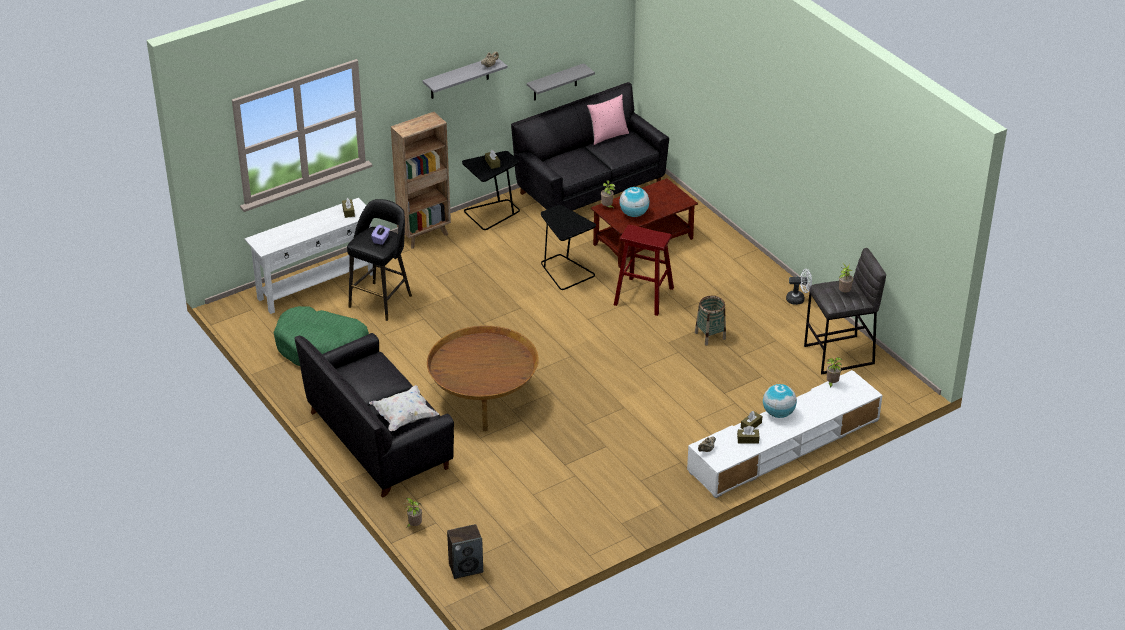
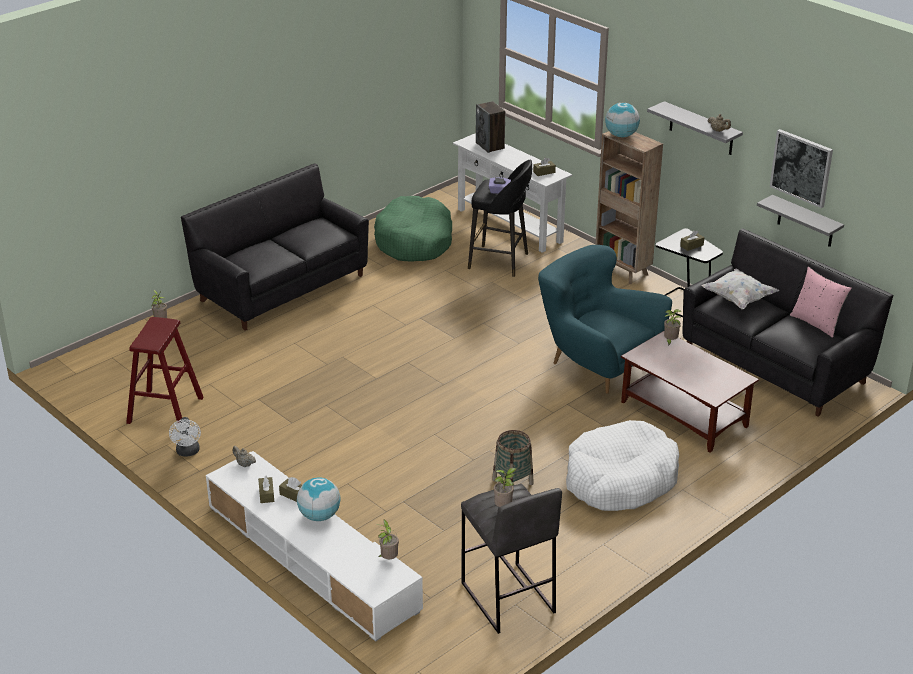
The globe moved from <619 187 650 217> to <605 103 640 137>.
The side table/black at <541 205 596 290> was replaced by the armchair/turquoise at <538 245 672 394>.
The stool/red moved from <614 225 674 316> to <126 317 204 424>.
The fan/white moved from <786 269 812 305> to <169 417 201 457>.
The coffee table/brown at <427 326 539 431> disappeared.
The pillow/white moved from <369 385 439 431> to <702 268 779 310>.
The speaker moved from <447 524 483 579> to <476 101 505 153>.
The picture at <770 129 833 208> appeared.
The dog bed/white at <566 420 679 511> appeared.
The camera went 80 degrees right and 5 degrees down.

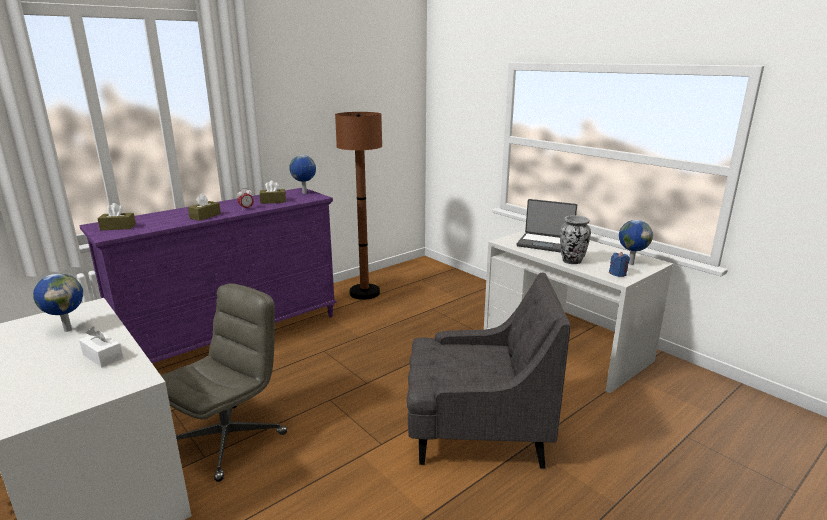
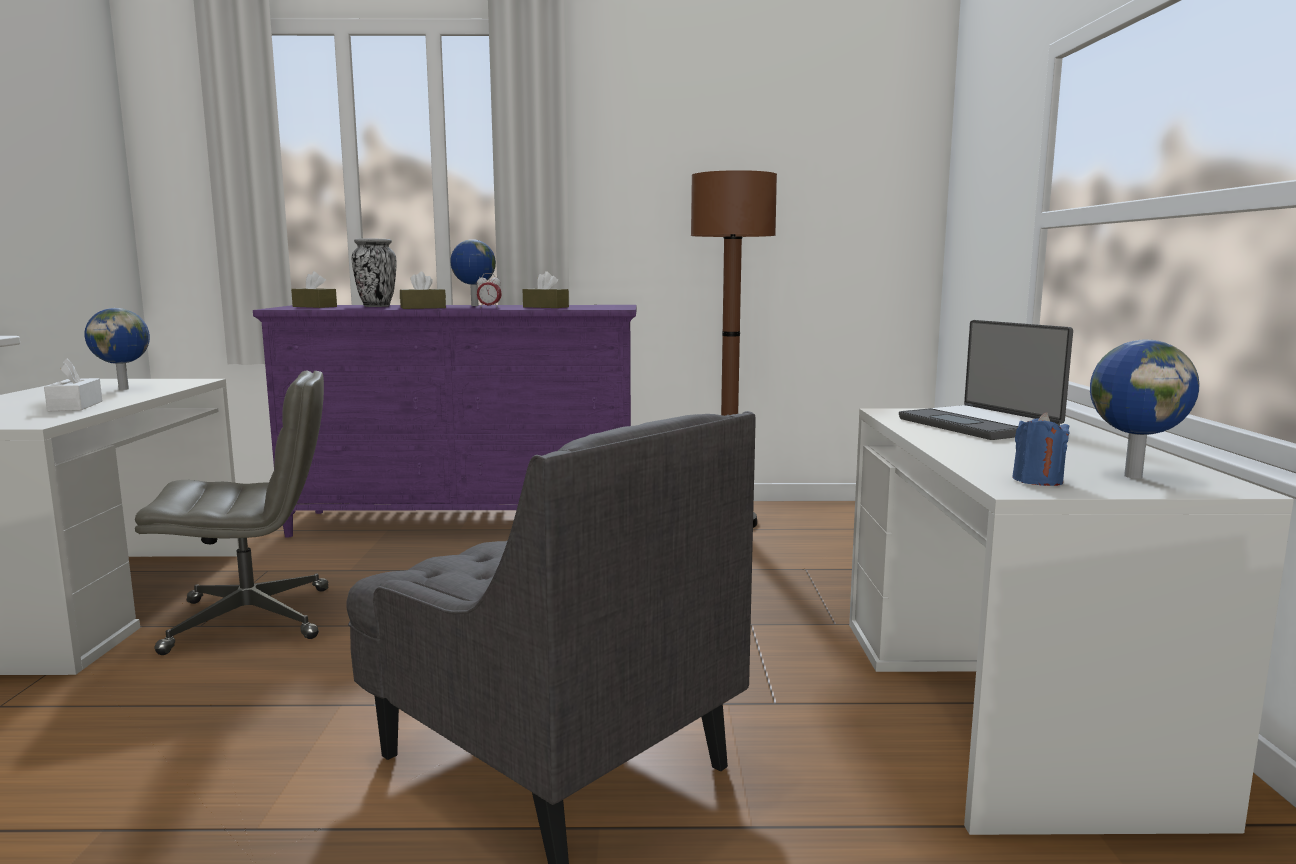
The globe moved from <289 155 316 194> to <451 239 496 306>.
The vase moved from <560 215 591 264> to <352 239 397 307>.
The camera went 40 degrees right and 10 degrees down.

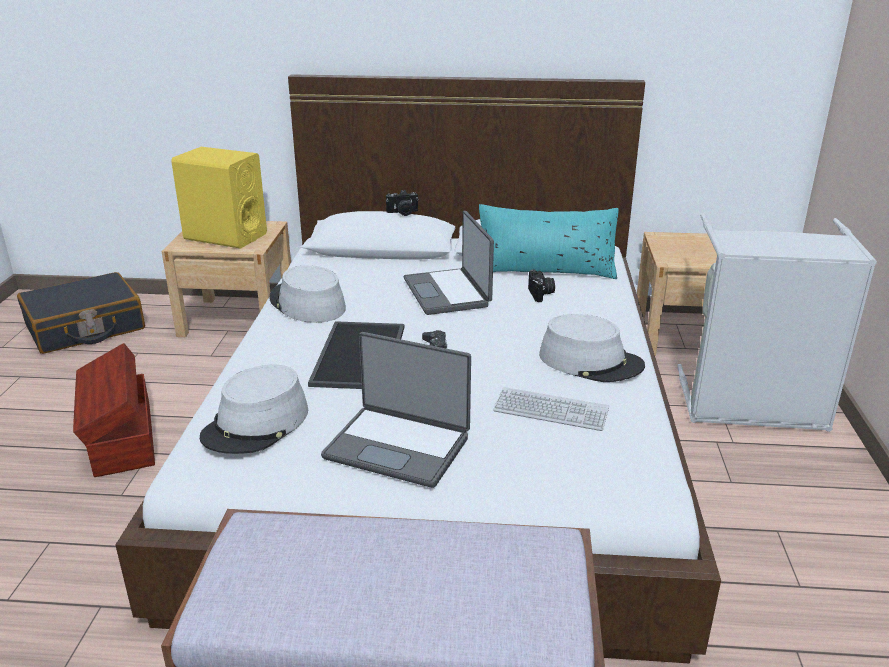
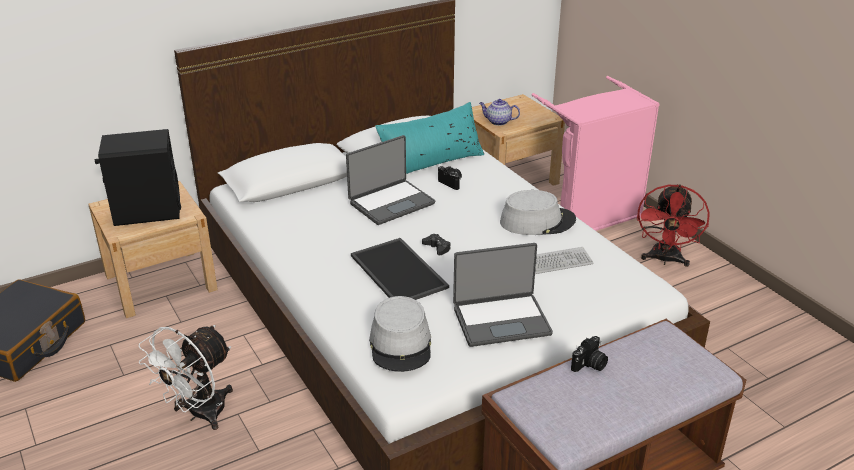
The speaker/yellow at <171 147 267 249> became the speaker/black at <95 129 181 226>.
The photo camera moved from <386 190 419 216> to <571 336 608 372>.
The laptop at <404 211 494 315> turned 75 degrees counterclockwise.
The laundry basket/grey at <677 213 877 432> became the laundry basket/pink at <532 76 659 231>.
The hat/grey at <269 265 346 323> disappeared.
The storage box/brown at <73 343 155 477> was replaced by the fan/white at <139 325 233 430>.
The teapot at <479 99 520 126> appeared.
The fan/red at <637 184 710 267> appeared.
The camera went 35 degrees left and 5 degrees up.

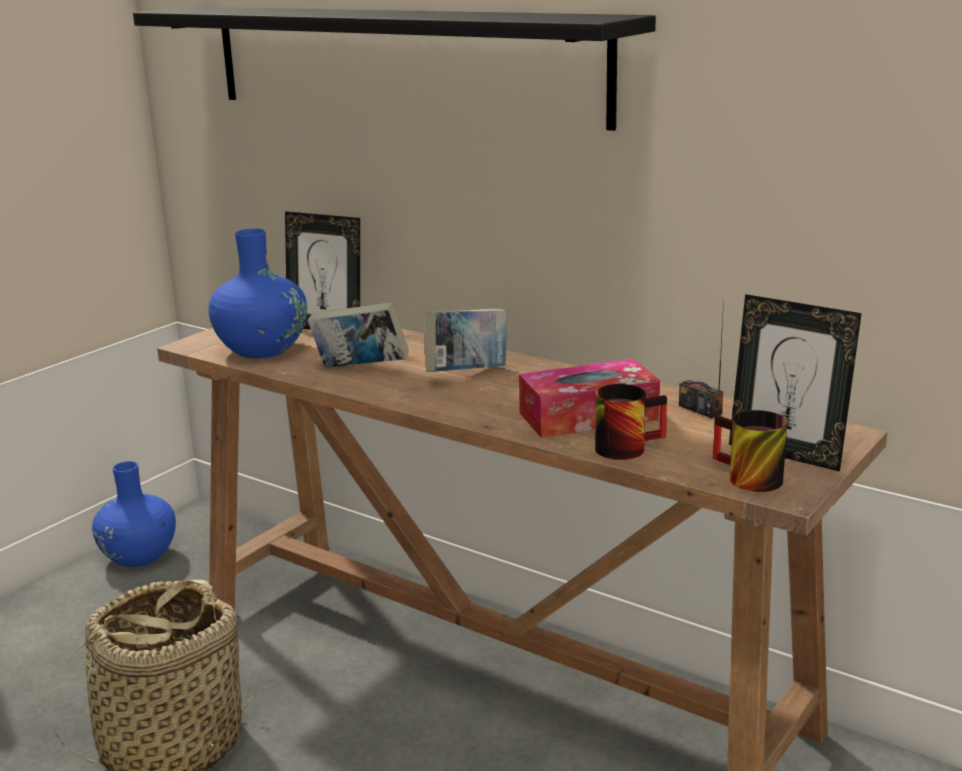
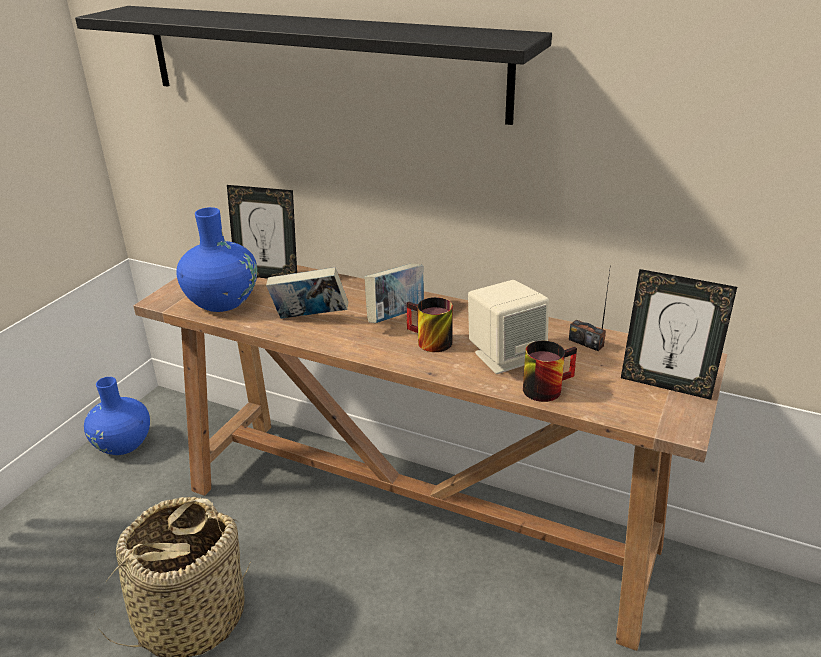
The tissue box at <519 359 660 438> was replaced by the speaker/beige at <468 280 549 374>.
The mug moved from <712 410 787 492> to <407 297 453 352>.
The camera went 10 degrees left and 10 degrees up.

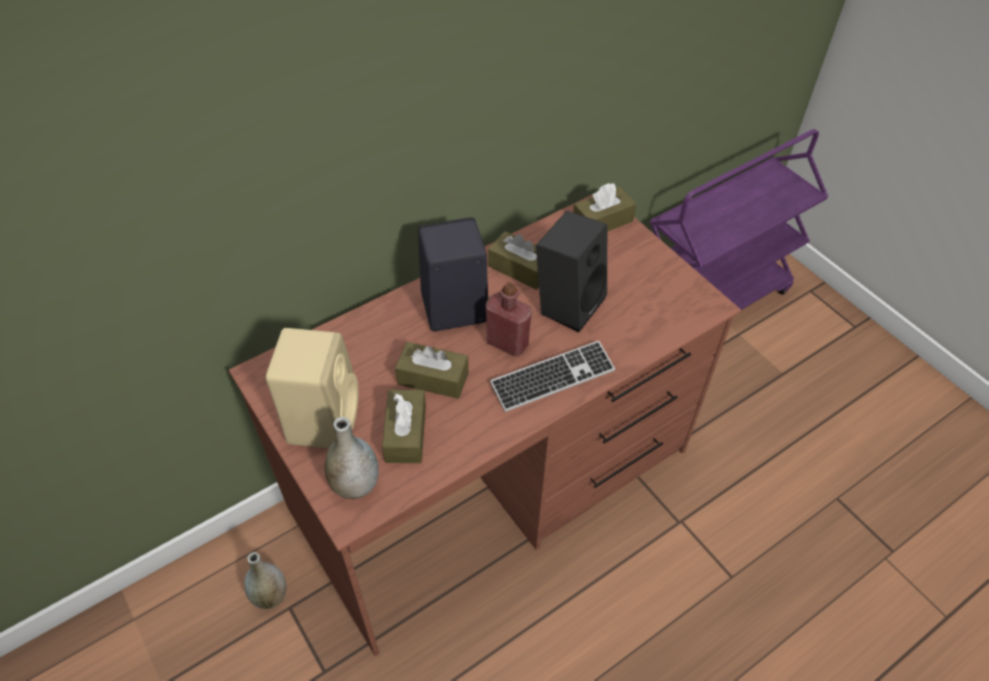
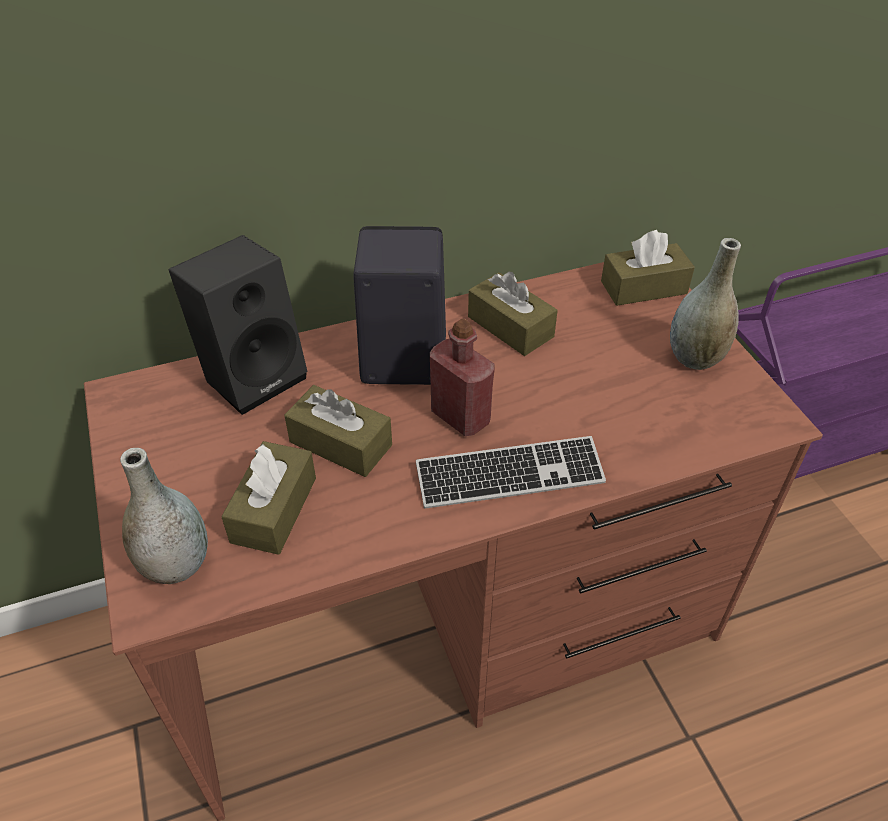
The speaker/black moved from <536 211 607 333> to <169 235 308 415>.
The speaker/beige at <266 328 359 448> disappeared.
The vase/grey moved from <244 552 287 609> to <670 238 741 370>.
The camera went 15 degrees right and 5 degrees down.

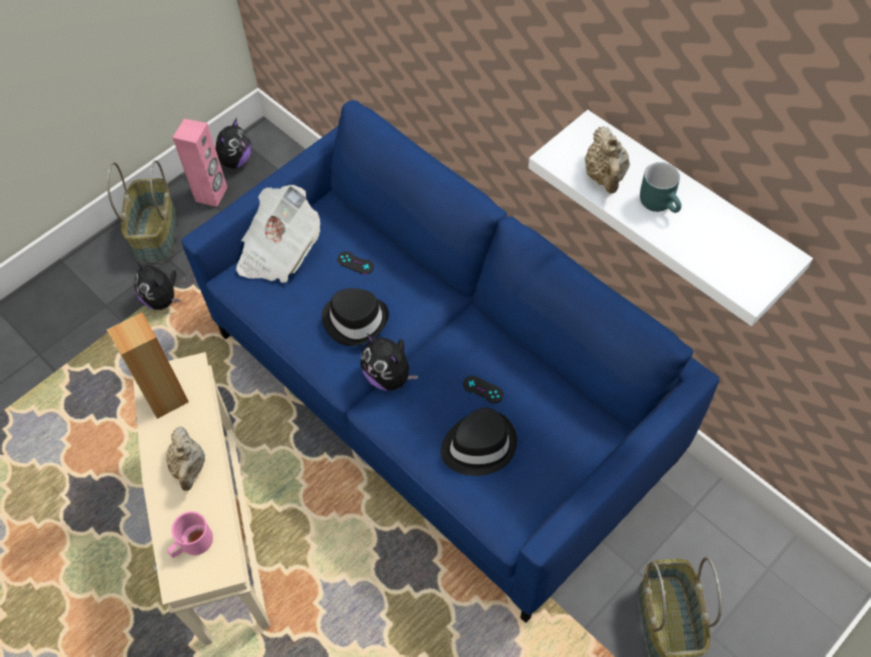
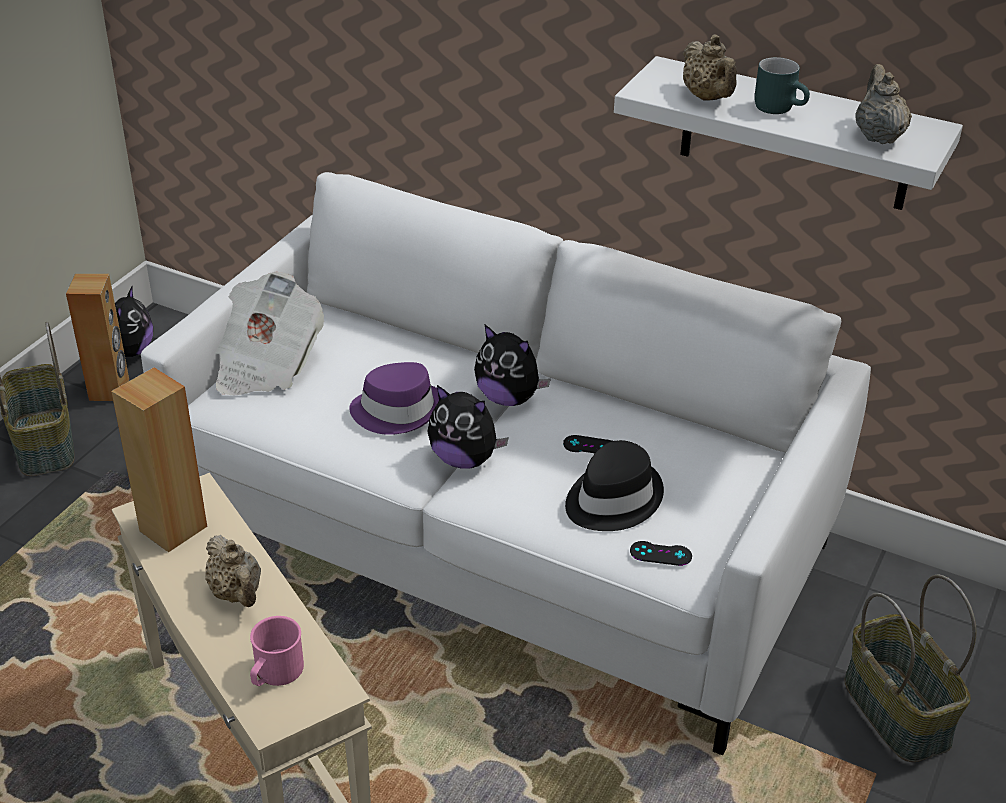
The sofa/blue at <182 100 720 623> became the sofa/white at <141 172 871 755>.
The speaker/pink at <173 119 227 207> became the speaker/brown at <66 274 129 401>.
The game controller/black moved from <337 252 374 274> to <630 541 692 566>.
The plush toy moved from <134 261 181 310> to <474 325 551 406>.
The hat/black at <322 288 389 346> became the hat/purple at <349 362 439 435>.
The teapot/beige at <855 64 912 144> appeared.
The camera went 20 degrees left and 20 degrees down.

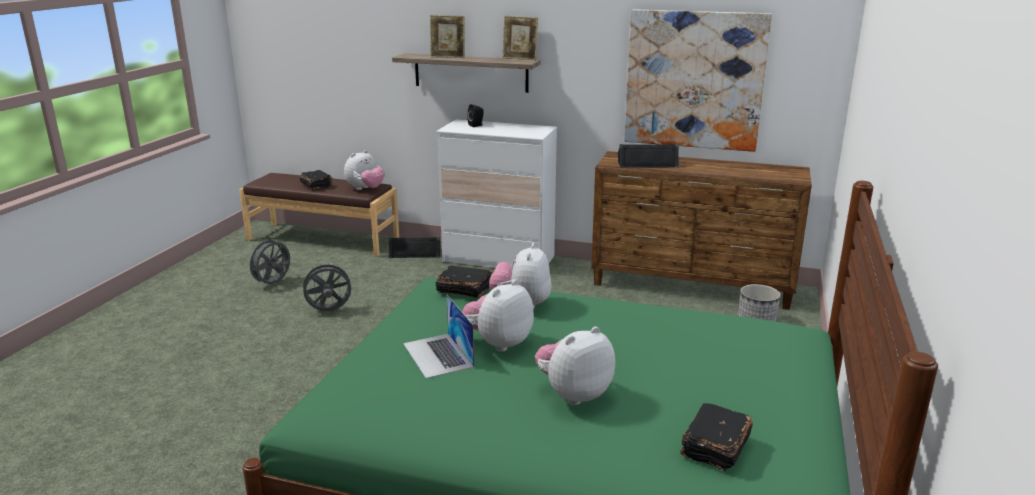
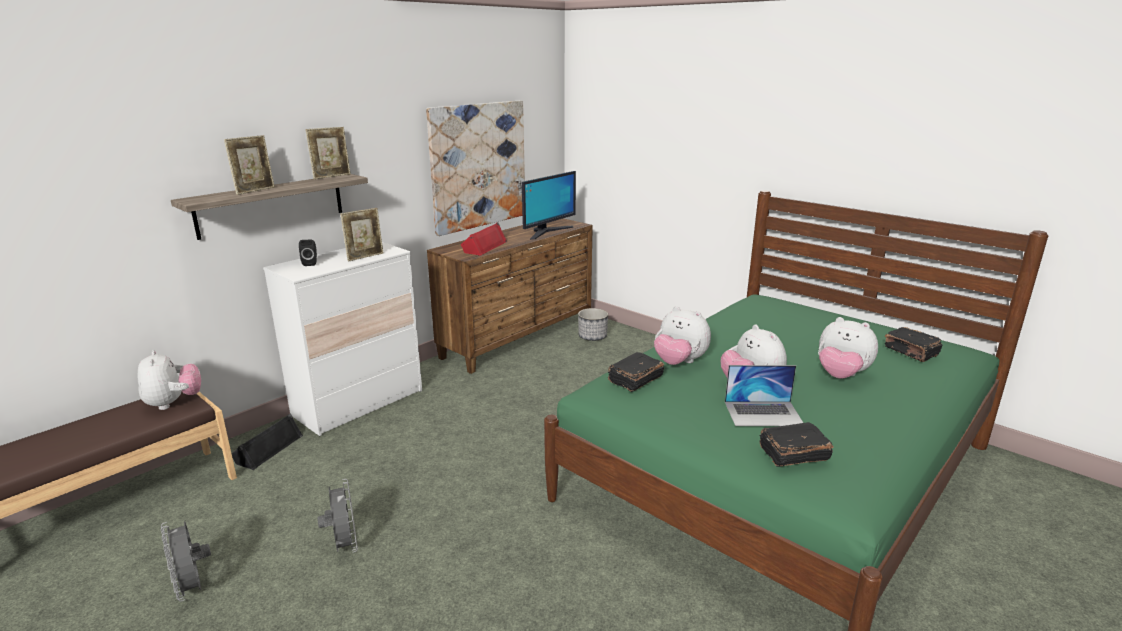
The speaker/black at <618 144 679 168> became the speaker/red at <461 222 507 256>.
The book/black moved from <300 170 332 189> to <759 422 834 467>.
The fan/grey at <300 261 354 311> turned 150 degrees clockwise.
The plush toy at <535 326 615 405> turned 45 degrees counterclockwise.
The monitor at <522 171 576 240> appeared.
The picture frame at <340 208 384 262> appeared.
The camera went 65 degrees left and 0 degrees up.

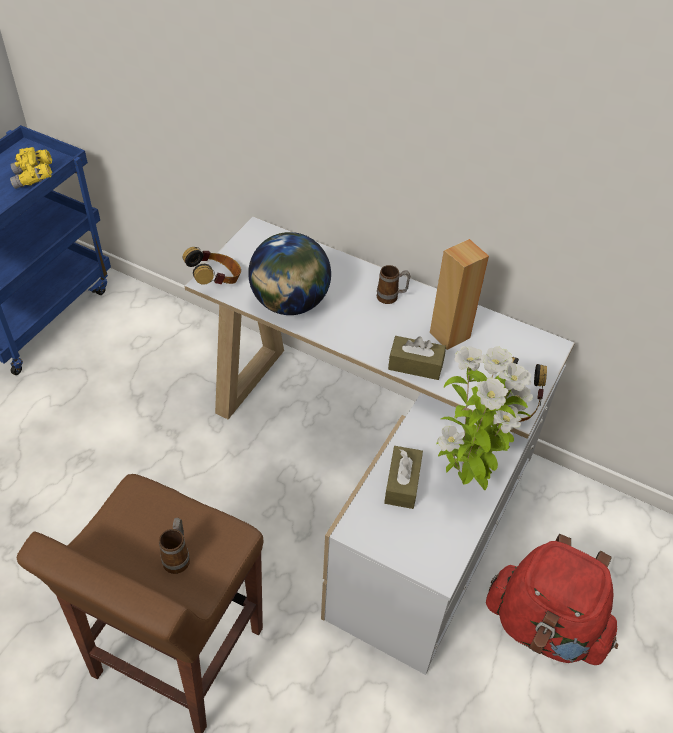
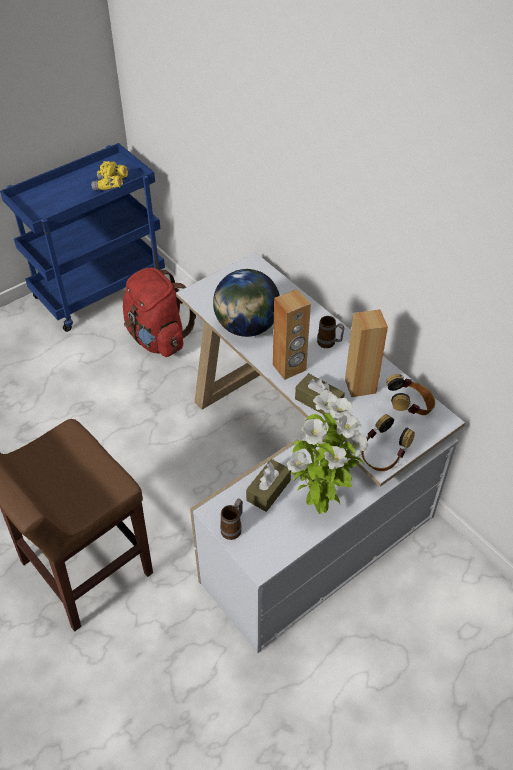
The headphones moved from <183 247 241 285> to <386 374 435 415>.
The mug moved from <159 518 190 574> to <220 499 243 540>.
The backpack/red moved from <486 534 618 665> to <123 268 196 357>.
The speaker/brown at <273 289 311 380> appeared.
The camera went 25 degrees right and 0 degrees up.

